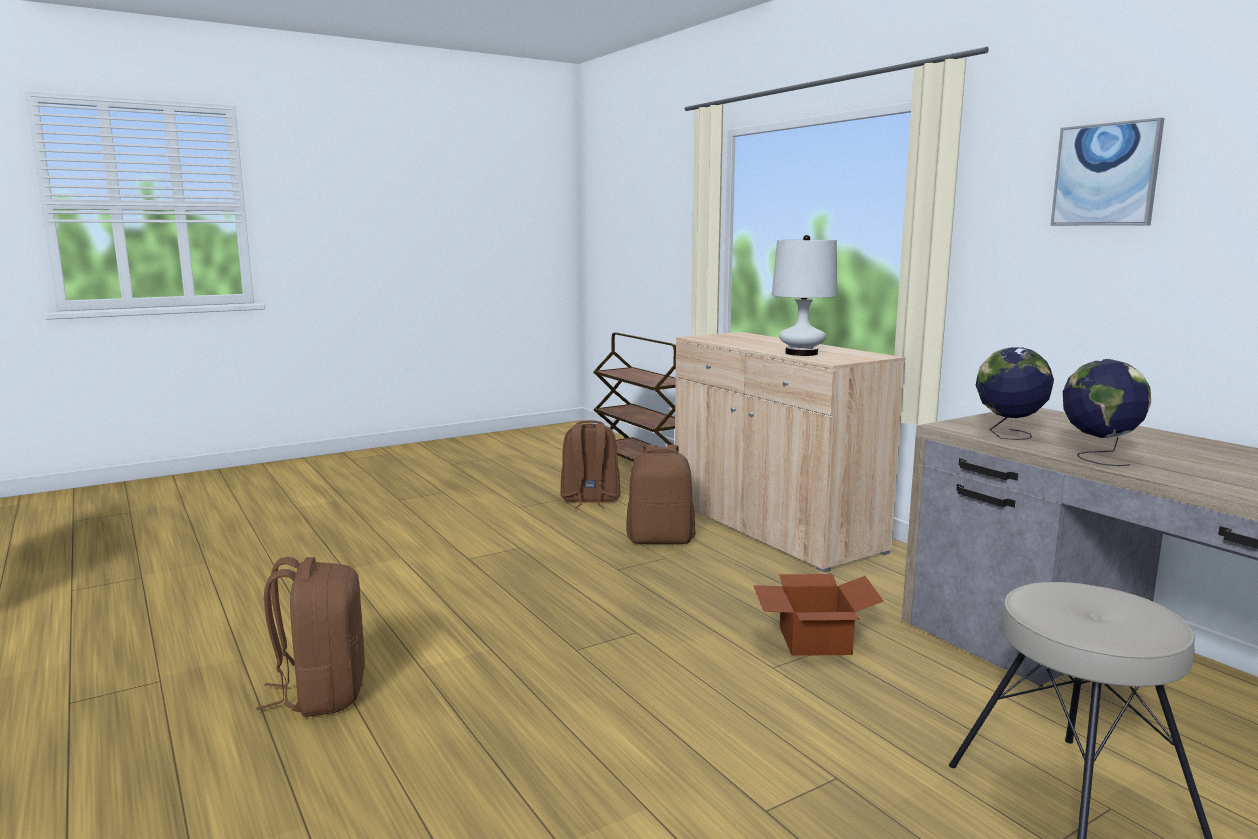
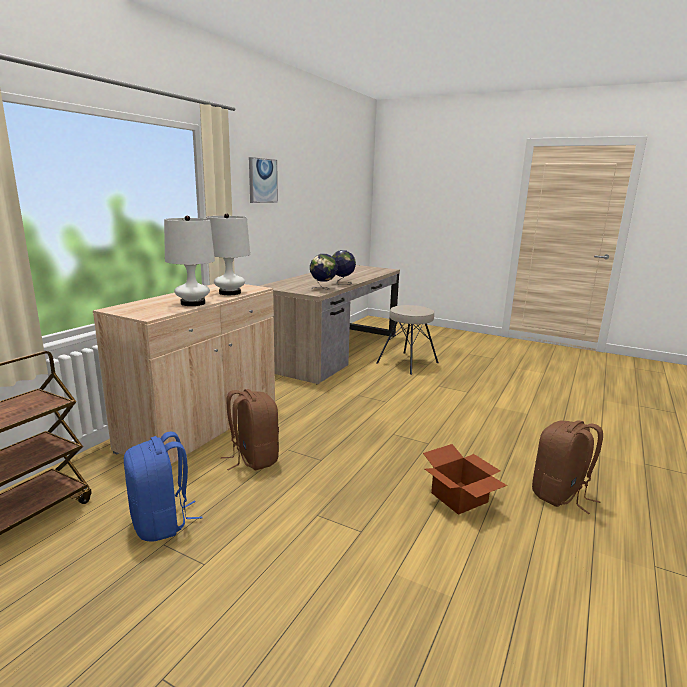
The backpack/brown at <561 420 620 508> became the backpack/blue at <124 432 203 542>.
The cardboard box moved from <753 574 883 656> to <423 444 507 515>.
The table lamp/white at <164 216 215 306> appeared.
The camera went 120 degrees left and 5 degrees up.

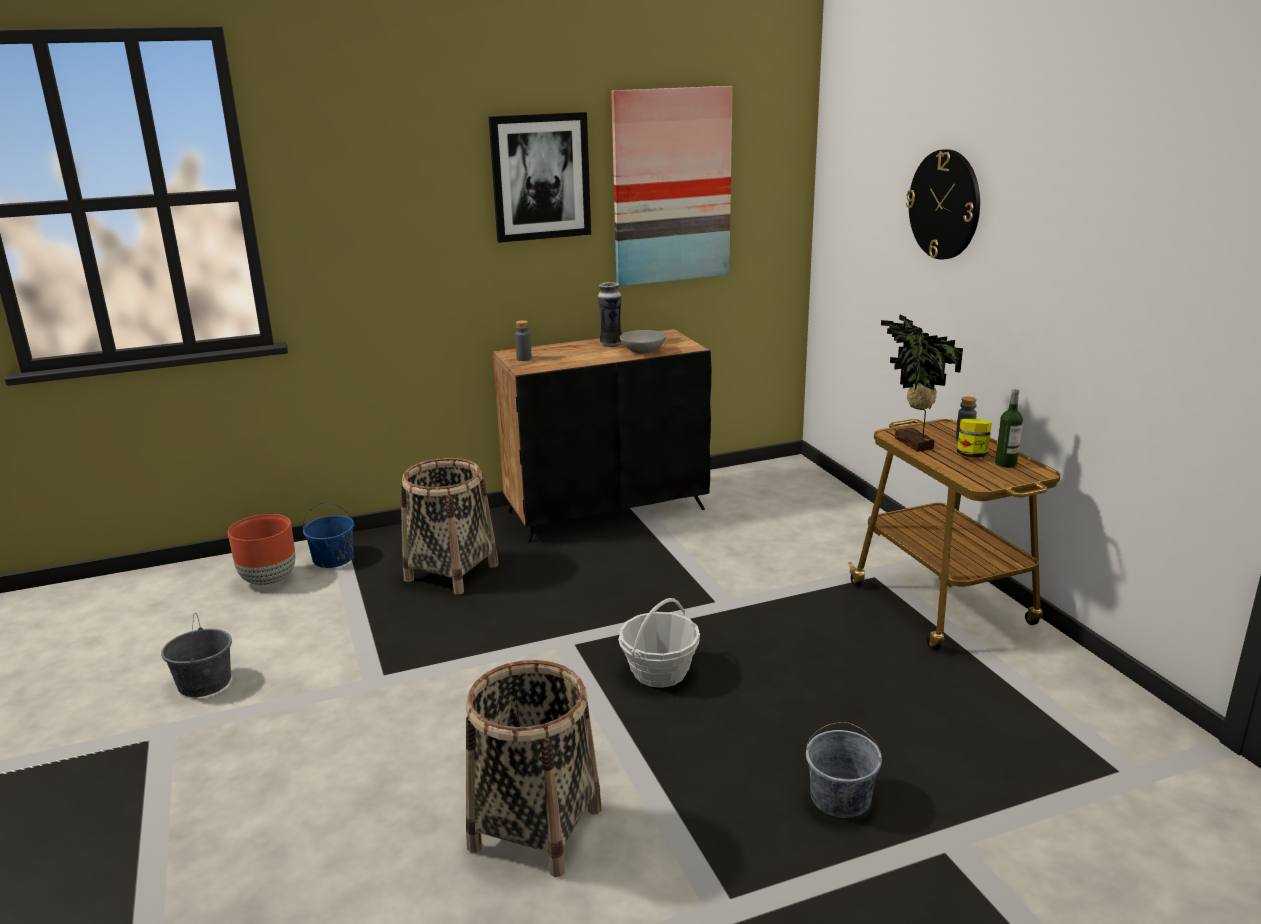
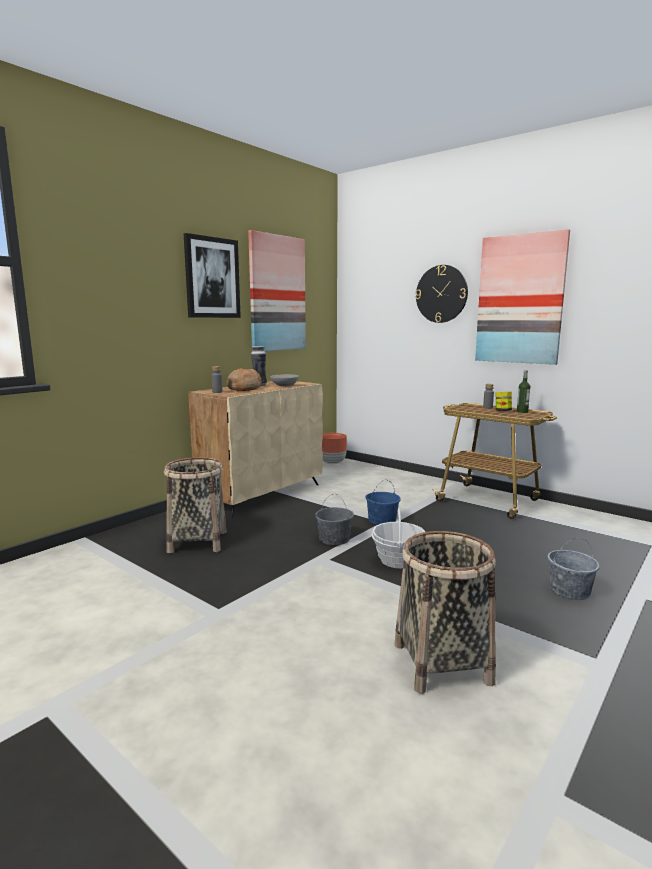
The potted plant at <881 314 963 452> disappeared.
The cabinet/black at <493 329 711 543> became the cabinet/beige at <188 381 323 517>.
The bucket/blue moved from <303 502 355 568> to <365 479 401 525>.
The planter/brown moved from <228 514 296 586> to <322 433 347 464>.
The bucket/grey moved from <161 613 232 697> to <315 494 354 545>.
The picture at <475 229 570 365> appeared.
The bread at <227 368 261 391> appeared.
The camera went 30 degrees left and 10 degrees down.

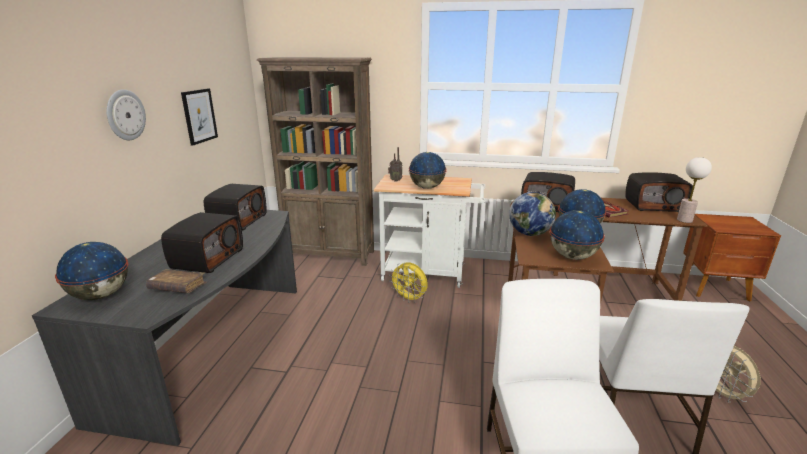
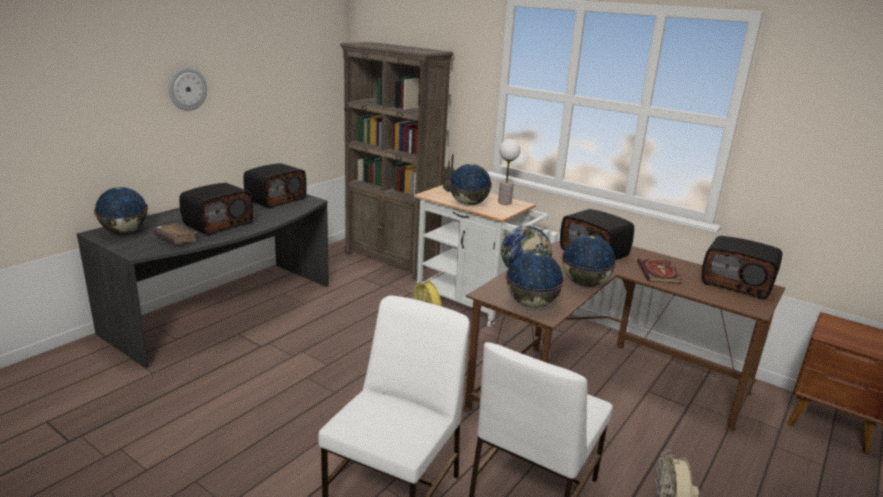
The picture at <181 88 218 146> disappeared.
The table lamp moved from <677 157 712 223> to <498 139 521 205>.
The camera went 25 degrees right and 0 degrees up.

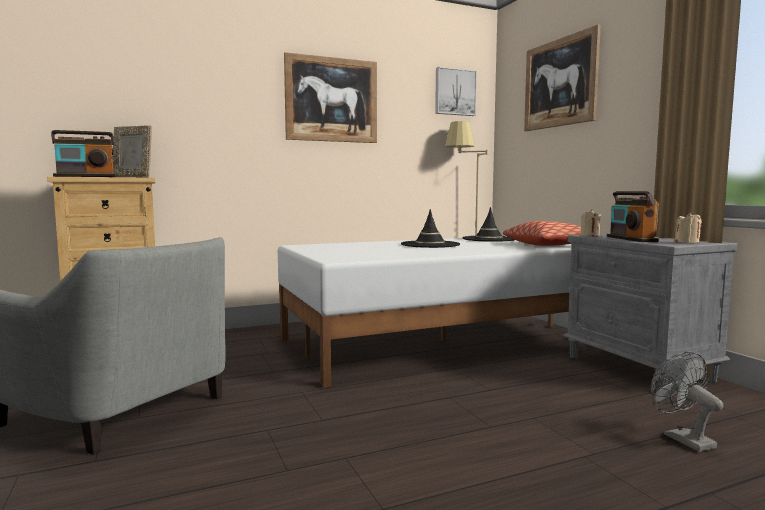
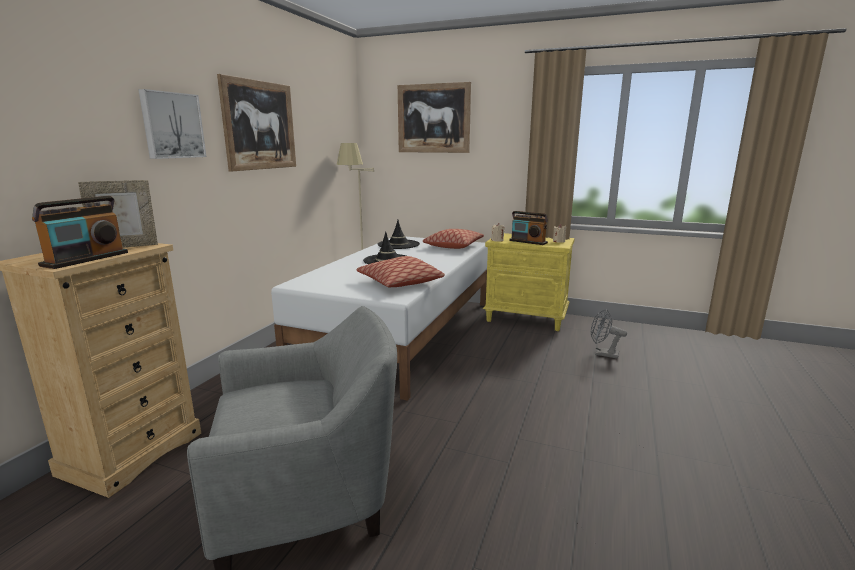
The picture moved from <435 67 477 116> to <138 89 206 159>.
The nightstand/grey at <563 234 738 391> became the nightstand/yellow at <483 233 574 331>.
The pillow at <357 256 445 287> appeared.
The camera went 45 degrees left and 10 degrees up.

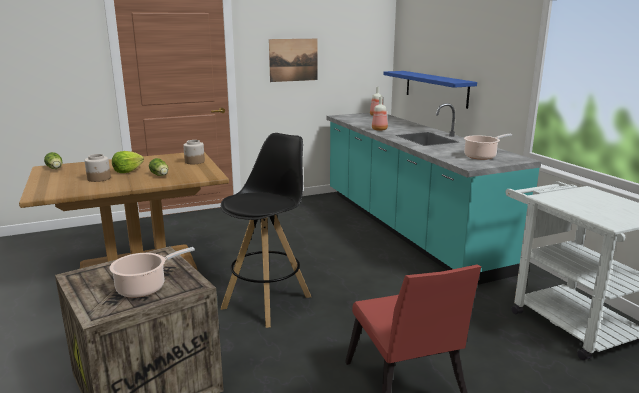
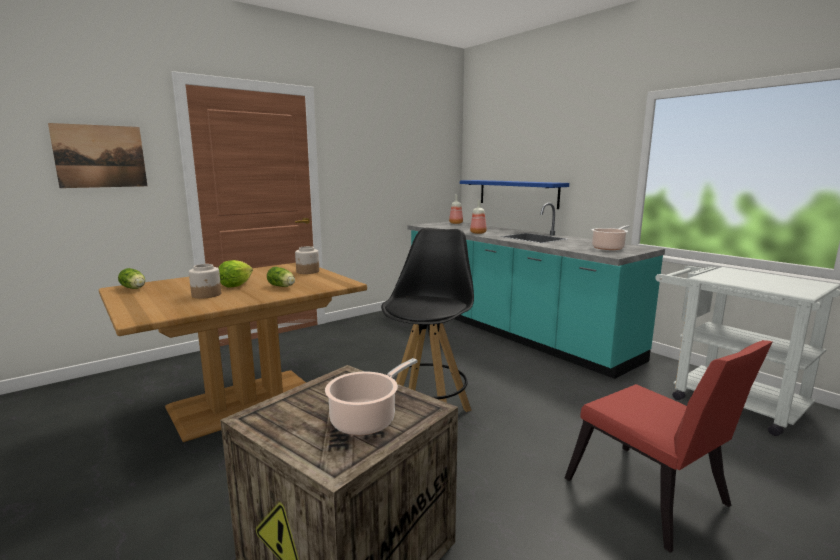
The picture moved from <269 39 317 82> to <48 123 147 188>.
The camera went 15 degrees left and 5 degrees down.

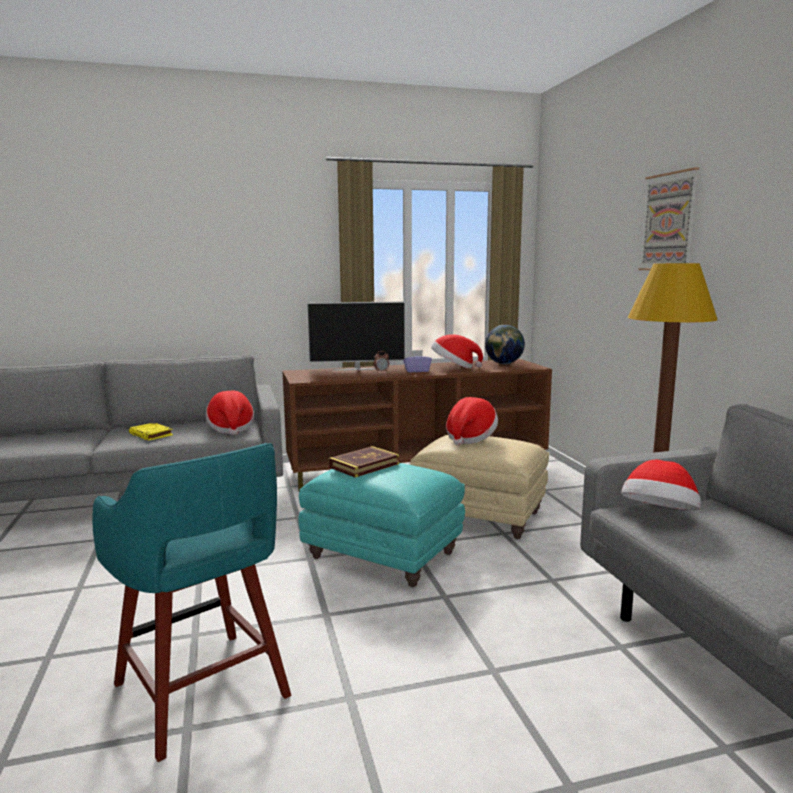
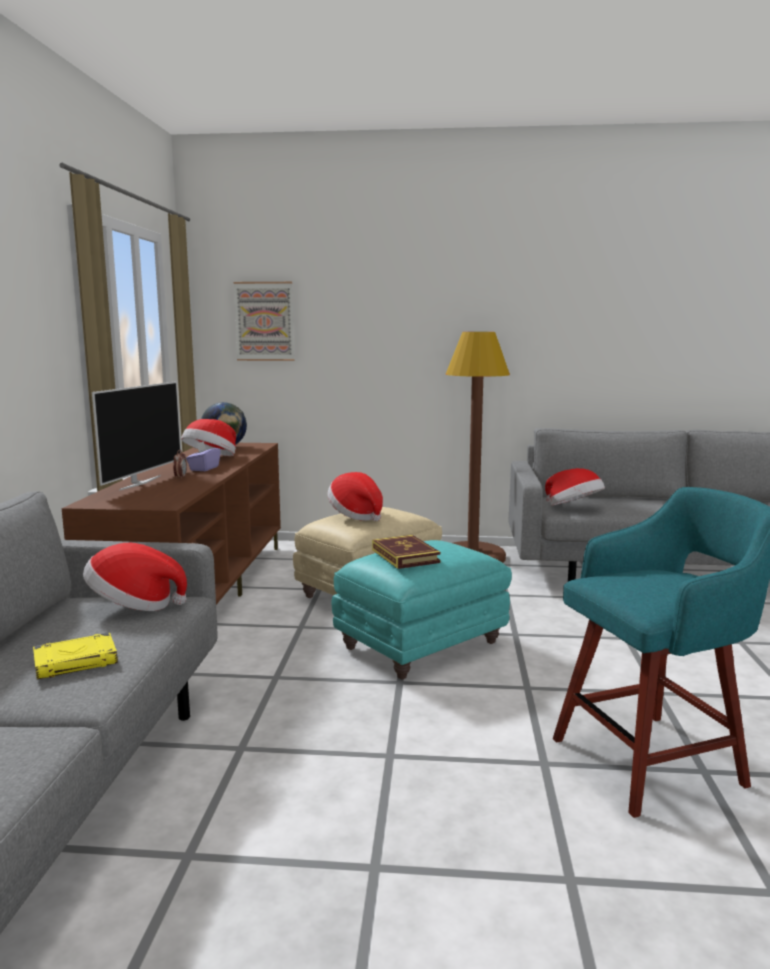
The picture moved from <638 167 699 270> to <234 282 294 361>.
The camera went 70 degrees left and 0 degrees up.

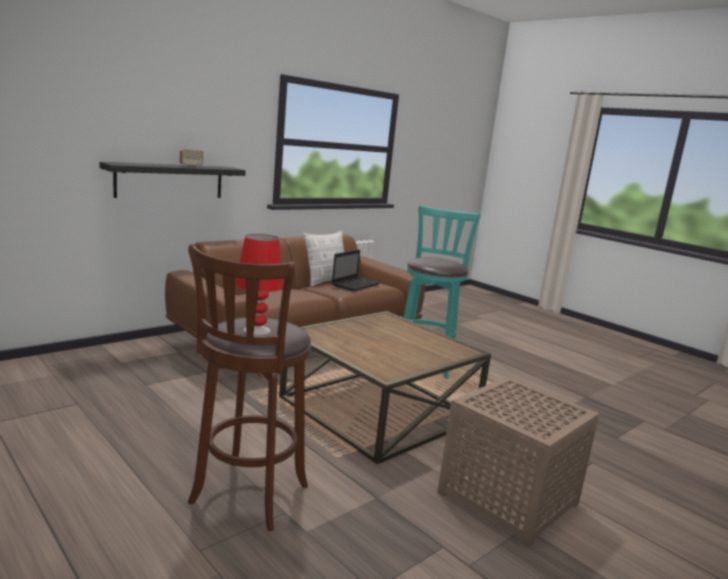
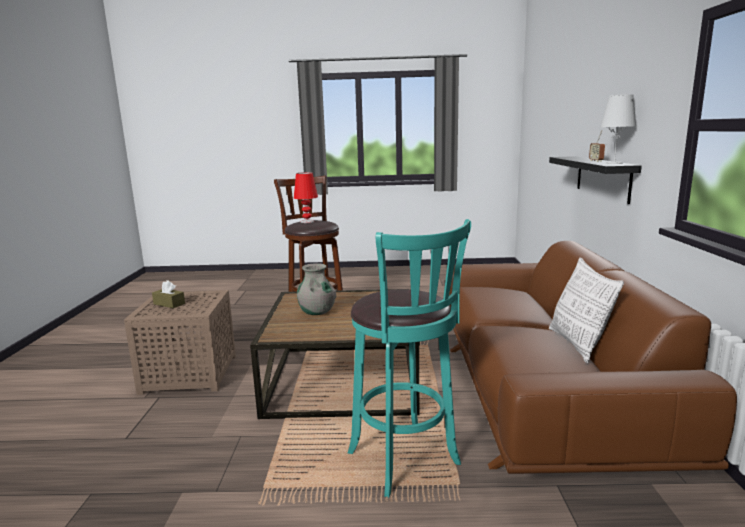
The laptop at <332 249 380 291> disappeared.
The table lamp/white at <600 94 637 164> appeared.
The vase/grey at <297 263 336 315> appeared.
The tissue box/brown at <152 280 185 308> appeared.
The camera went 135 degrees right and 0 degrees up.

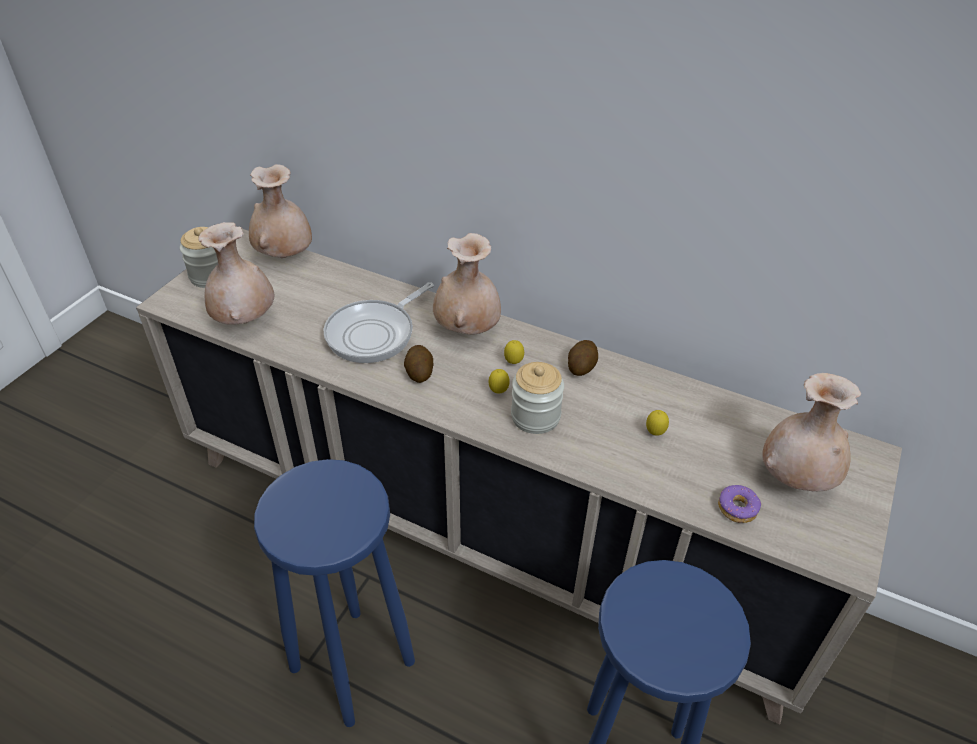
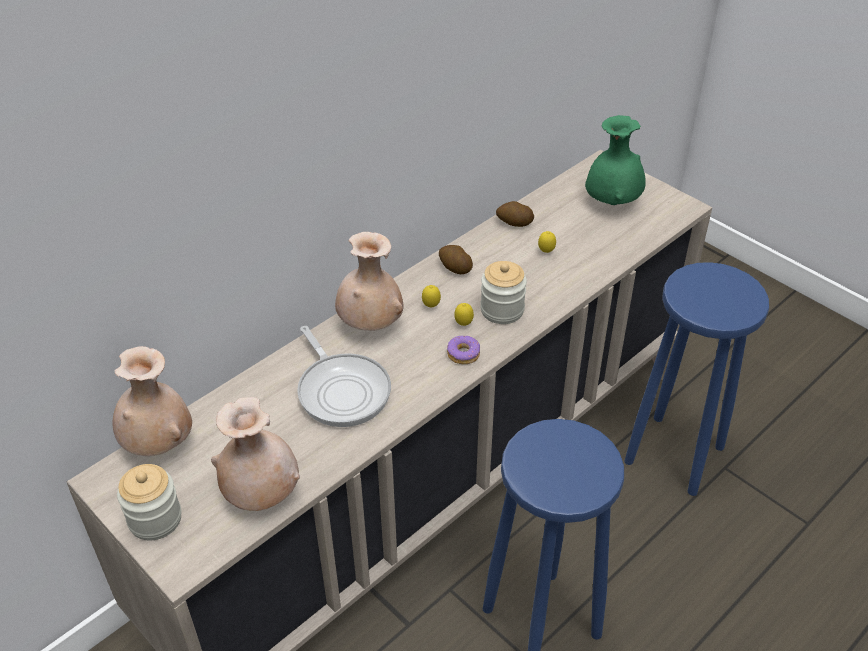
The potato moved from <404 345 434 383> to <496 201 534 227>.
The vase/beige at <762 373 861 492> became the vase/green at <585 115 646 205>.
The donut moved from <718 485 761 523> to <447 336 480 364>.
The camera went 70 degrees left and 0 degrees up.

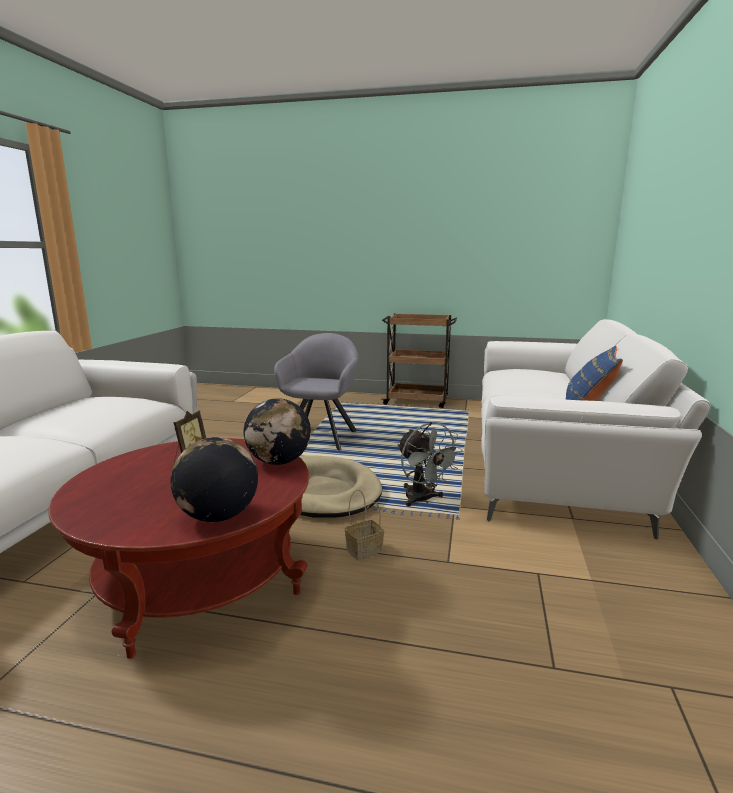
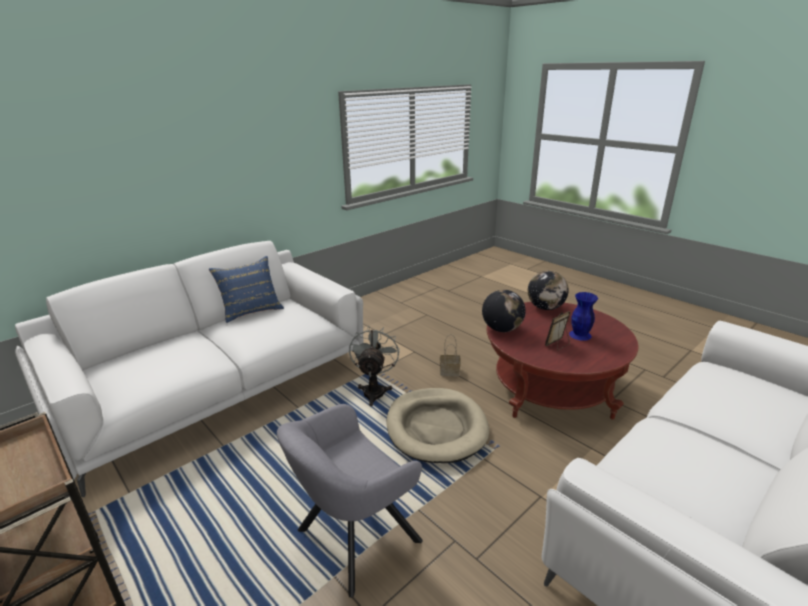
The vase/blue at <569 292 598 341> appeared.
The camera went 145 degrees left and 10 degrees up.

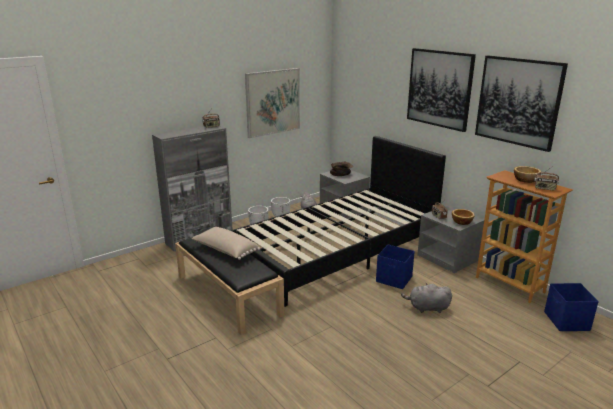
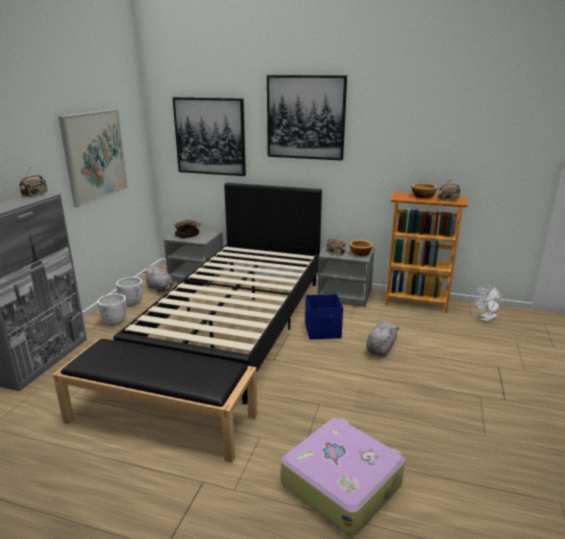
The picture moved from <475 55 568 152> to <172 97 246 176>.
The pillow/beige at <192 227 260 260> disappeared.
The plush toy/grey at <401 283 452 313> turned 150 degrees clockwise.
The storage box/blue at <544 283 599 331> was replaced by the fan/white at <474 285 502 322>.
The suitcase at <281 418 405 536> appeared.
The camera went 35 degrees left and 0 degrees up.

